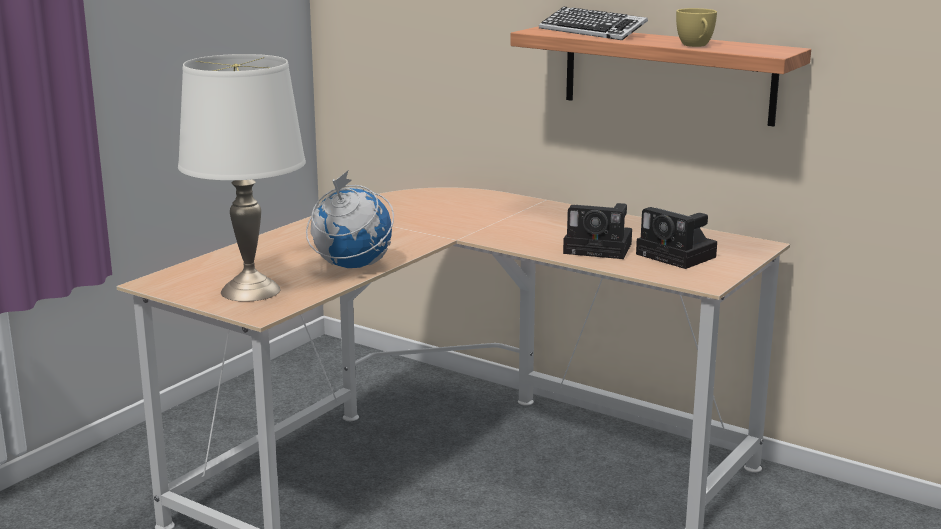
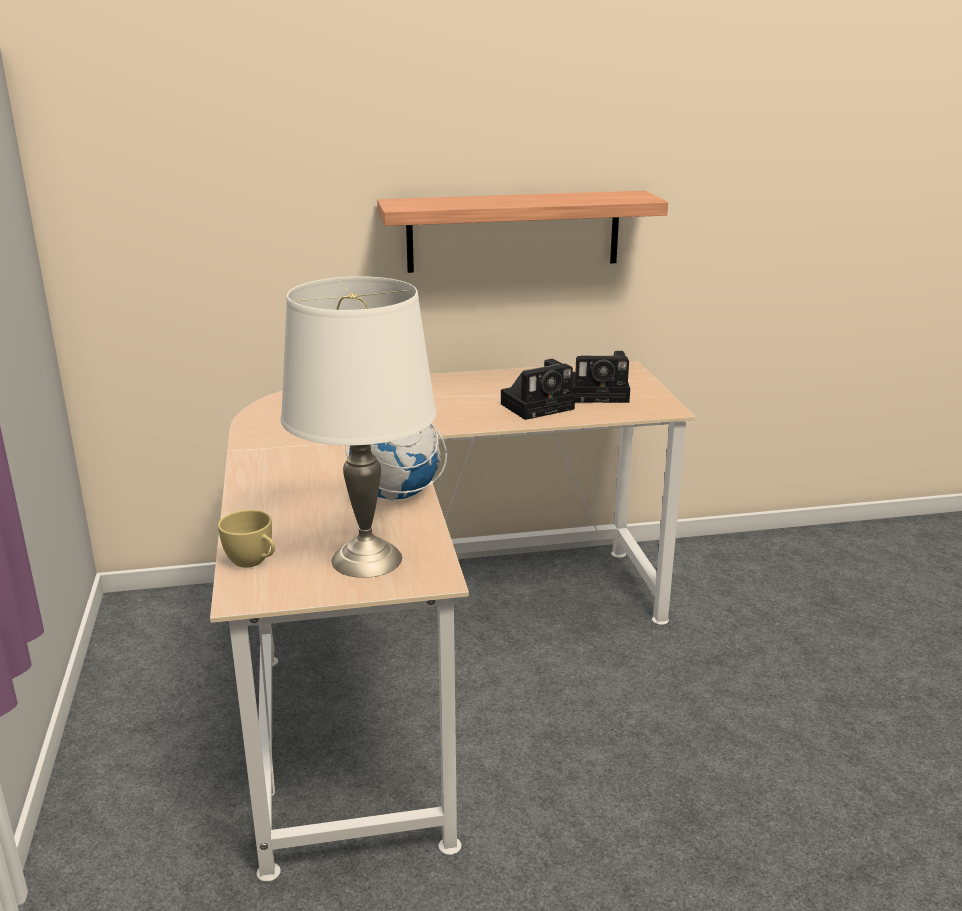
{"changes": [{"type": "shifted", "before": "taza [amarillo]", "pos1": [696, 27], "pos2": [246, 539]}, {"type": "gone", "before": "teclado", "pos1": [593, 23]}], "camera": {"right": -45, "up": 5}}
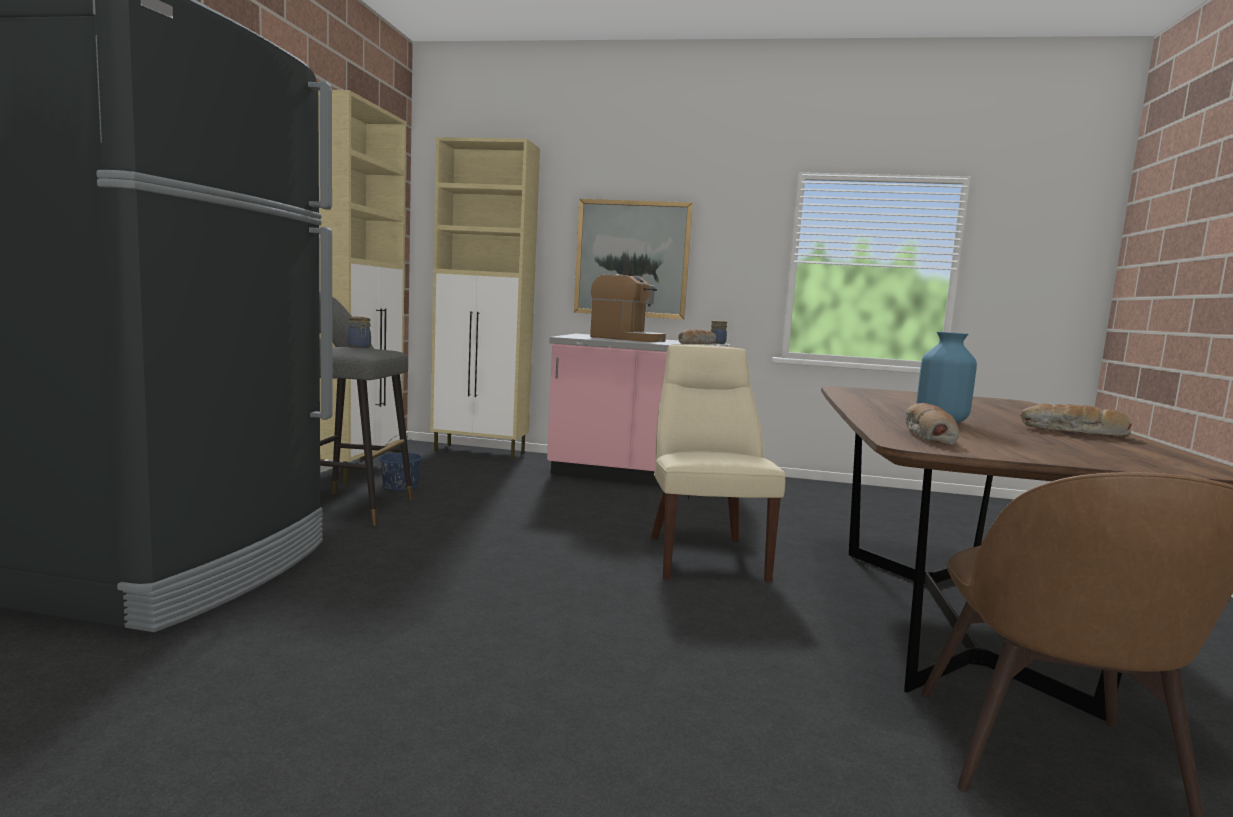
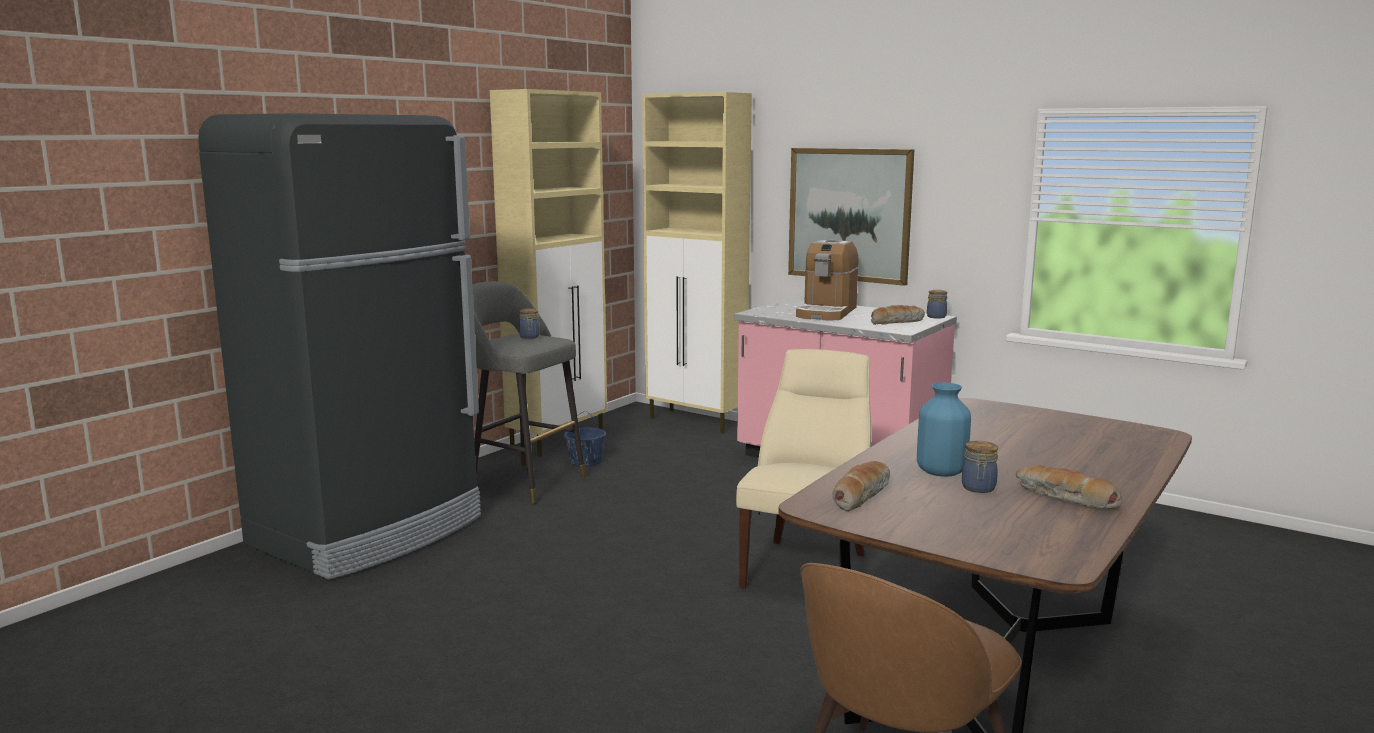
{"changes": [{"type": "rotated", "before": "cafetera", "pos1": [628, 308], "pos2": [827, 280], "turn": 60}, {"type": "new", "after": "tarro", "pos2": [980, 467]}], "camera": {"right": 25, "up": 5}}
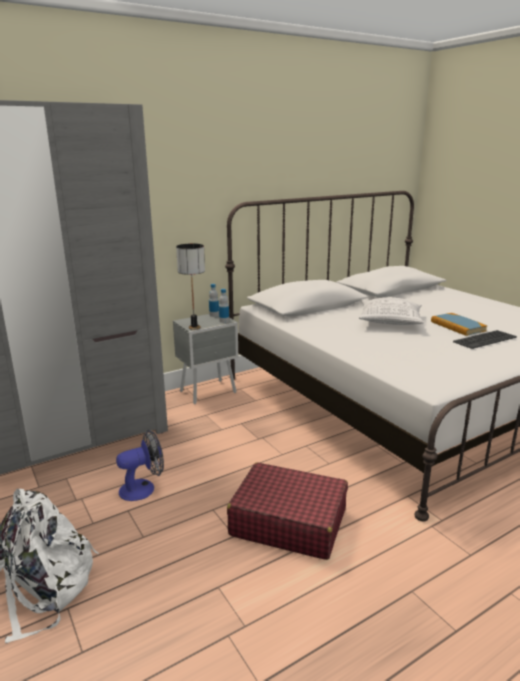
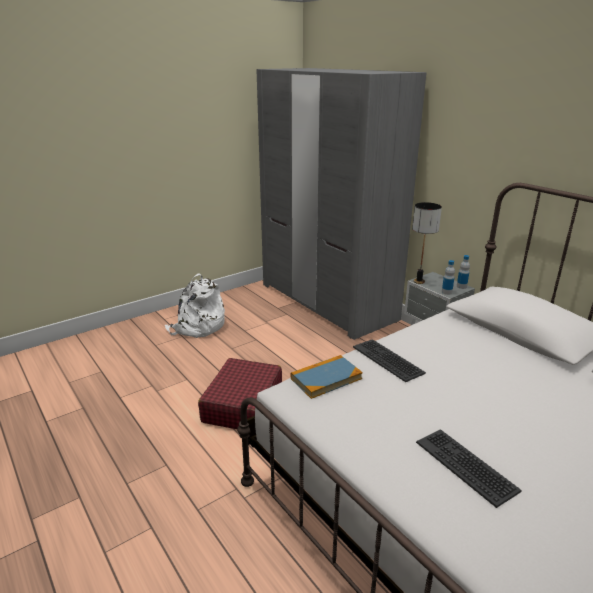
{"changes": [{"type": "shifted", "before": "libro", "pos1": [459, 324], "pos2": [327, 377]}, {"type": "new", "after": "teclado", "pos2": [389, 360]}, {"type": "gone", "before": "ventilador", "pos1": [140, 465]}, {"type": "gone", "before": "cojín", "pos1": [391, 311]}], "camera": {"right": 85, "up": 5}}
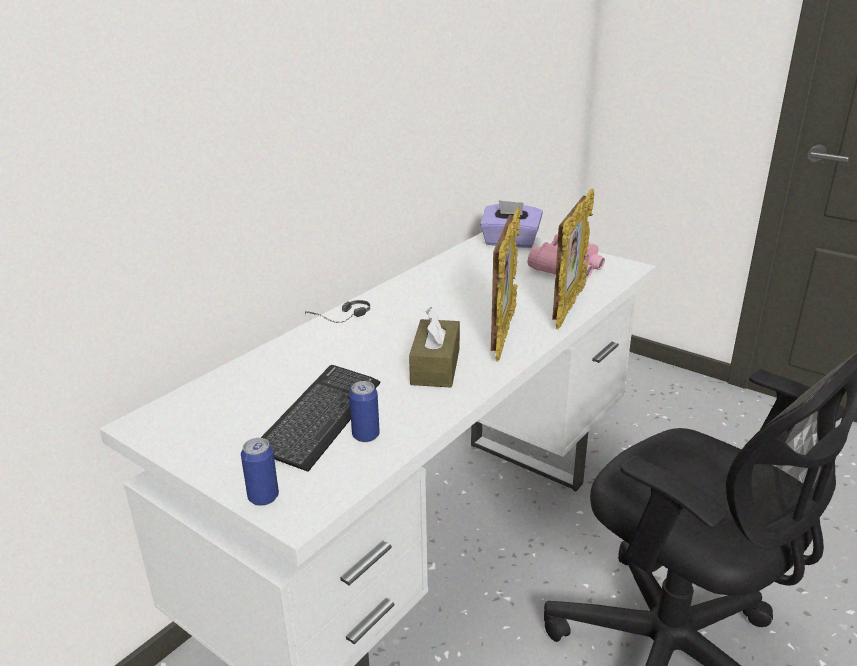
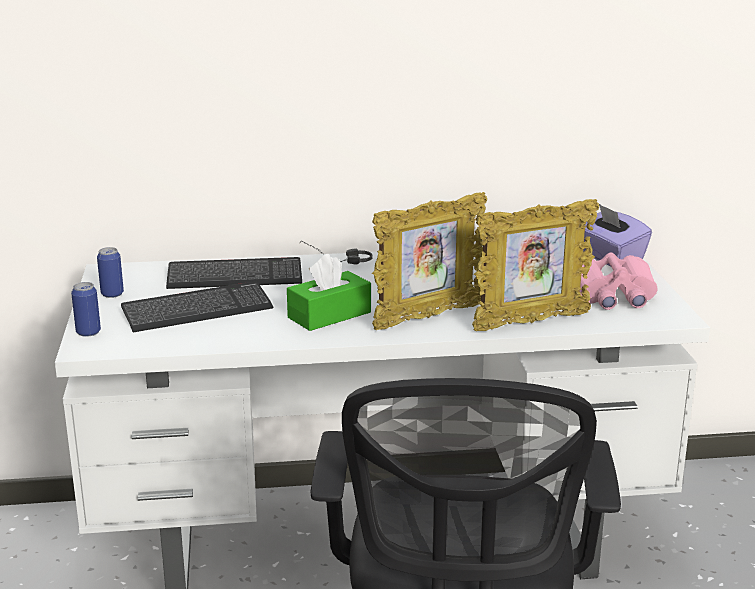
{"changes": [{"type": "shifted", "before": "lata", "pos1": [364, 411], "pos2": [110, 272]}, {"type": "new", "after": "teclado", "pos2": [234, 273]}, {"type": "repainted", "before": "caja de pañuelos [marrón]", "after": "caja de pañuelos [verde]", "pos1": [434, 347], "pos2": [329, 292]}], "camera": {"right": 45, "up": -5}}
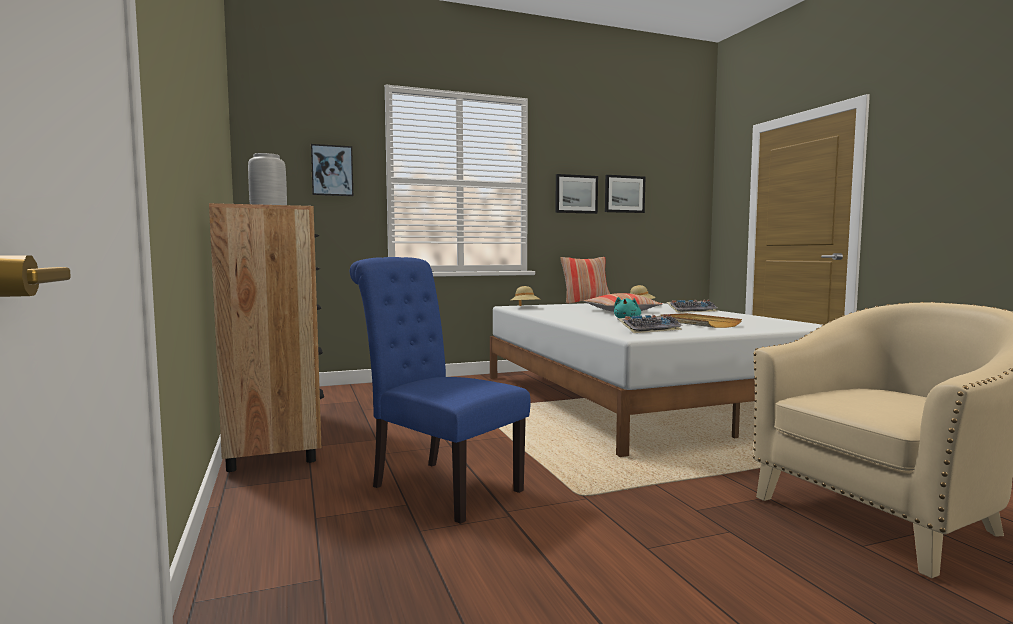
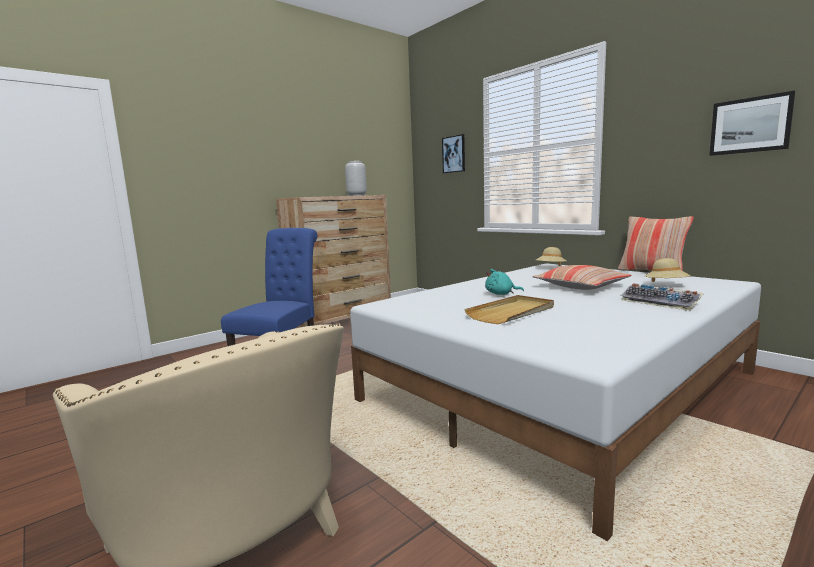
{"changes": [{"type": "gone", "before": "cuadro", "pos1": [576, 194]}, {"type": "gone", "before": "teclado", "pos1": [649, 323]}], "camera": {"right": 70, "up": 5}}
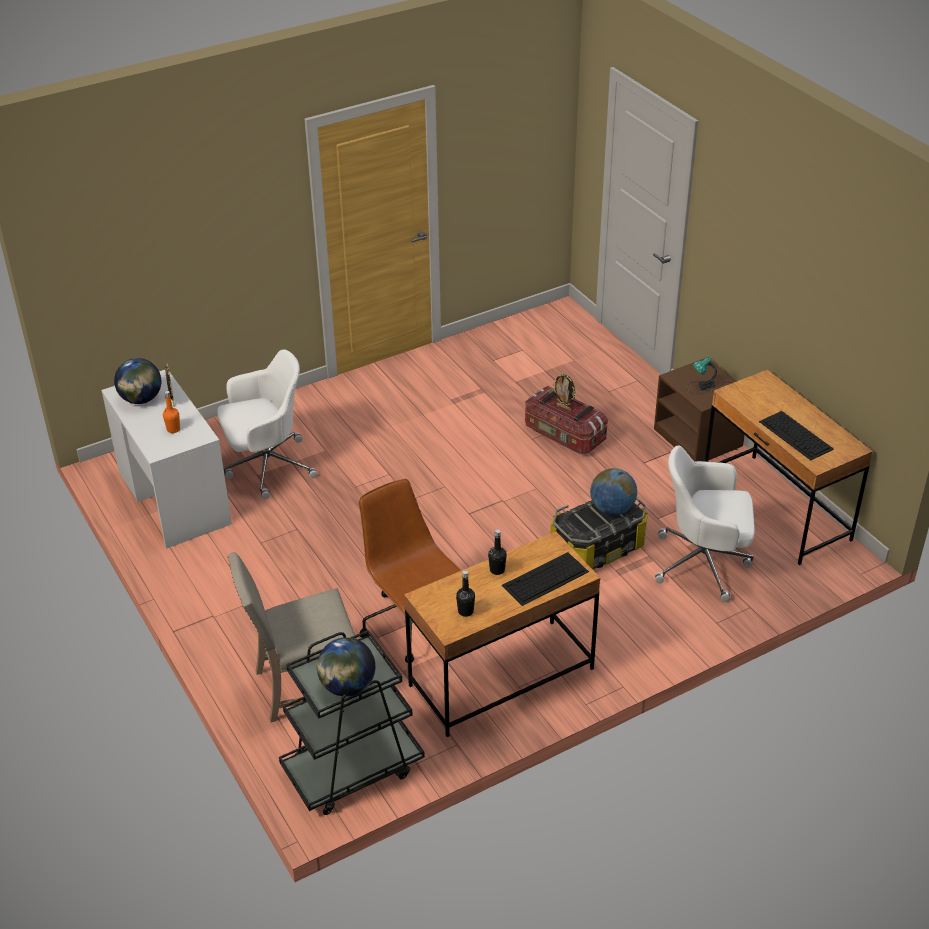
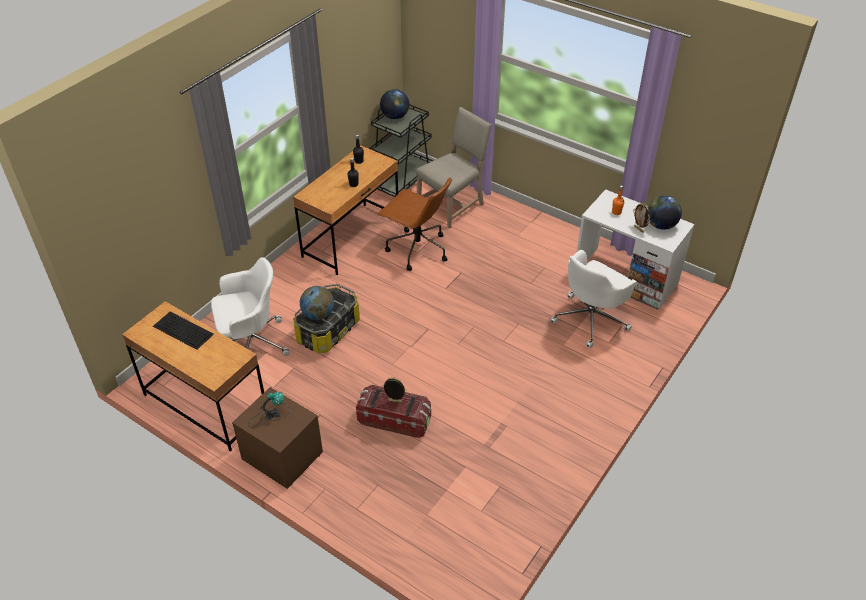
{"changes": [{"type": "gone", "before": "teclado", "pos1": [545, 579]}], "camera": {"right": 155, "up": 5}}
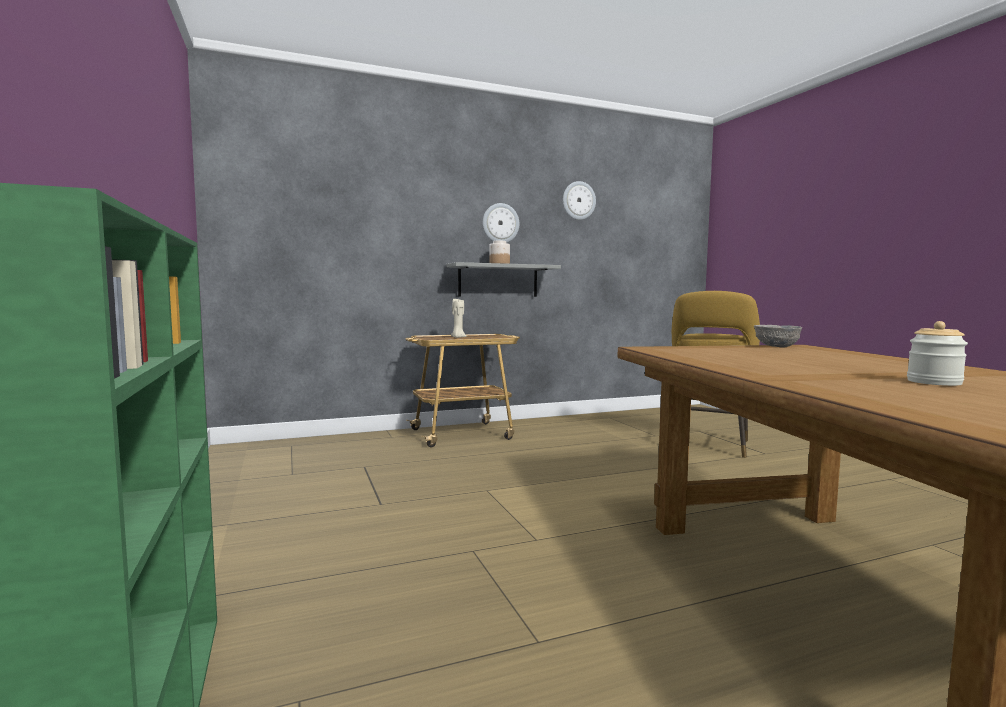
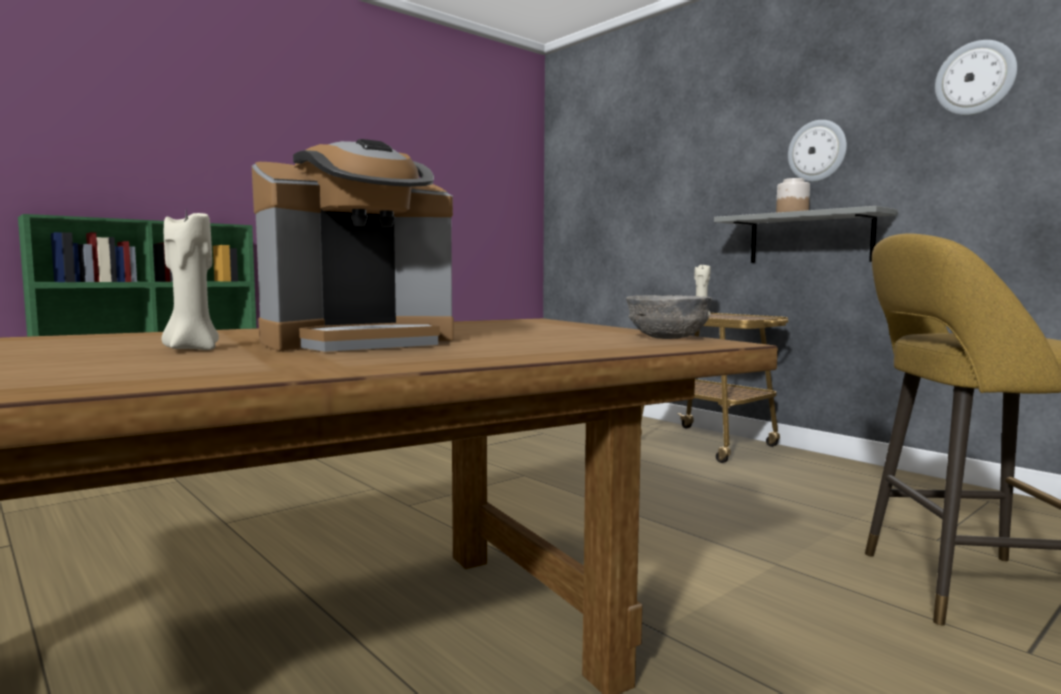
{"changes": [{"type": "swapped", "before": "tarro", "after": "vela [beis]", "pos1": [937, 353], "pos2": [190, 280]}, {"type": "new", "after": "cafetera", "pos2": [353, 245]}], "camera": {"right": 70, "up": 0}}
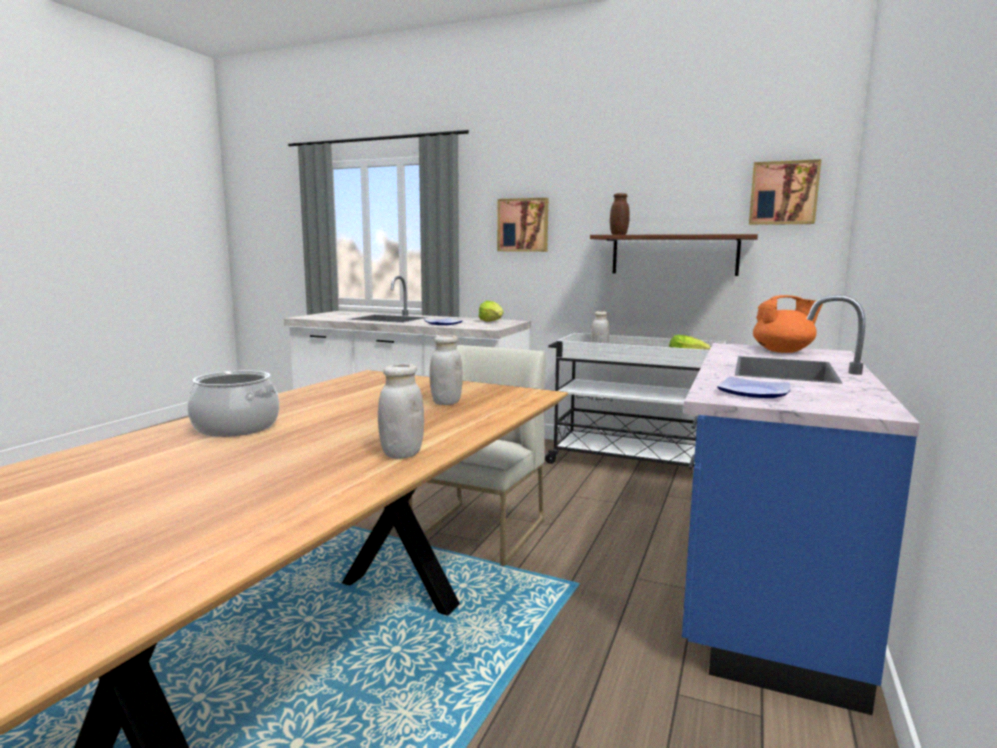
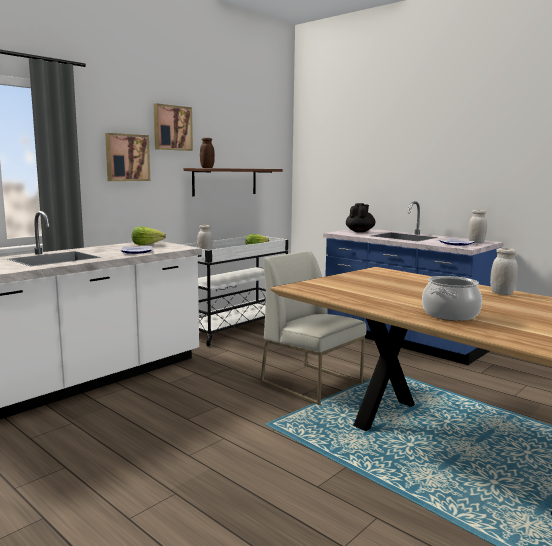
{"changes": [{"type": "shifted", "before": "cuadro", "pos1": [785, 192], "pos2": [173, 127]}, {"type": "repainted", "before": "tetera [naranja]", "after": "tetera [negro]", "pos1": [788, 324], "pos2": [360, 217]}, {"type": "shifted", "before": "tarro [blanco]", "pos1": [446, 370], "pos2": [477, 226]}], "camera": {"right": -70, "up": 0}}
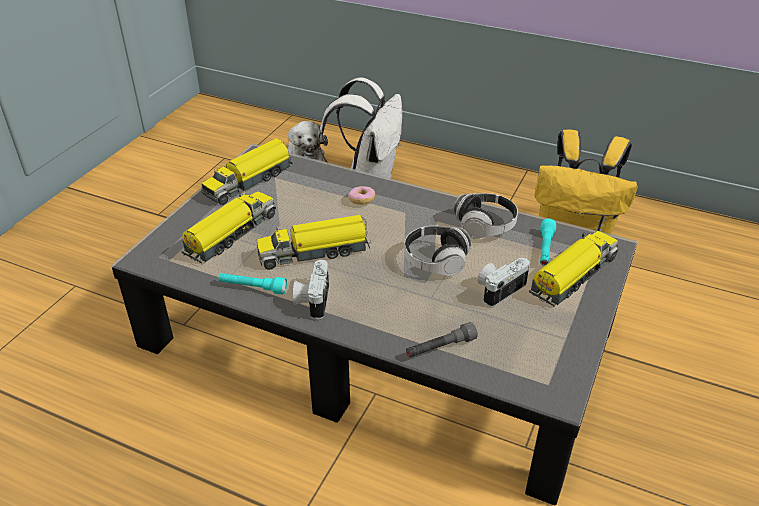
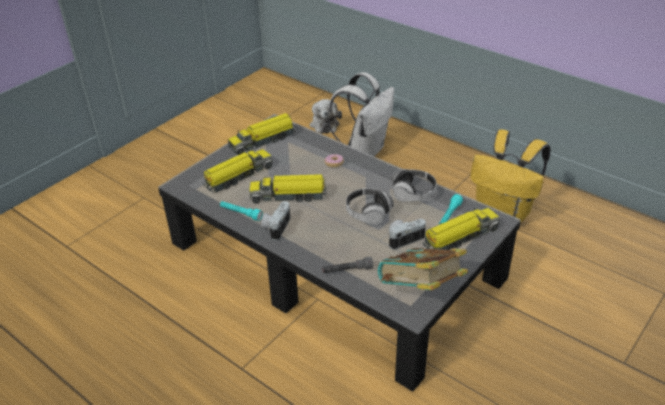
{"changes": [{"type": "new", "after": "libro", "pos2": [423, 269]}], "camera": {"right": 15, "up": 0}}
